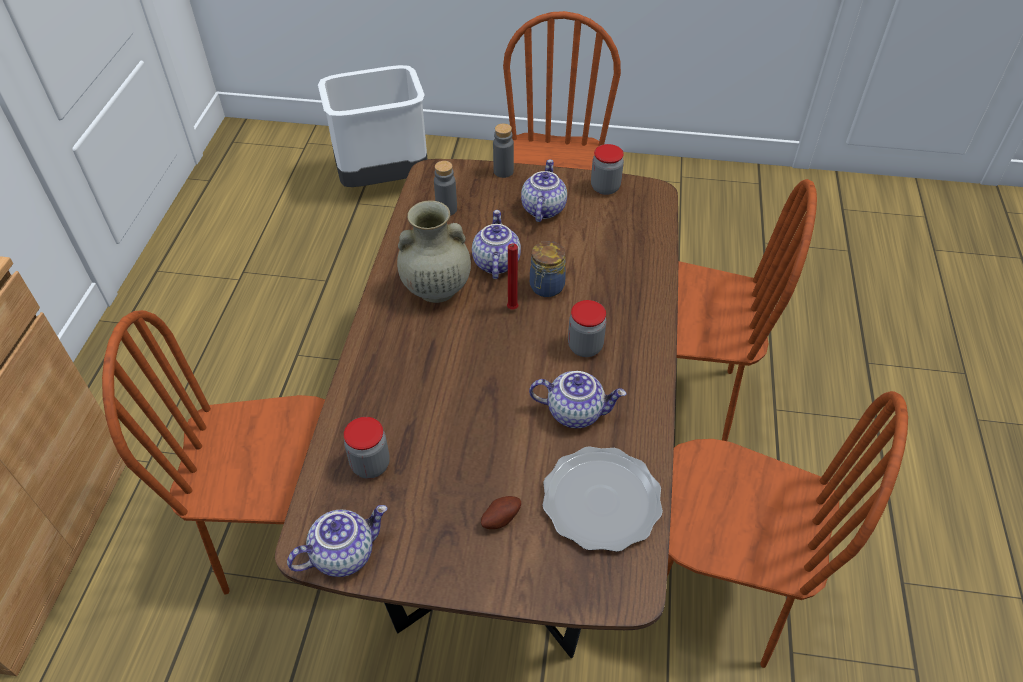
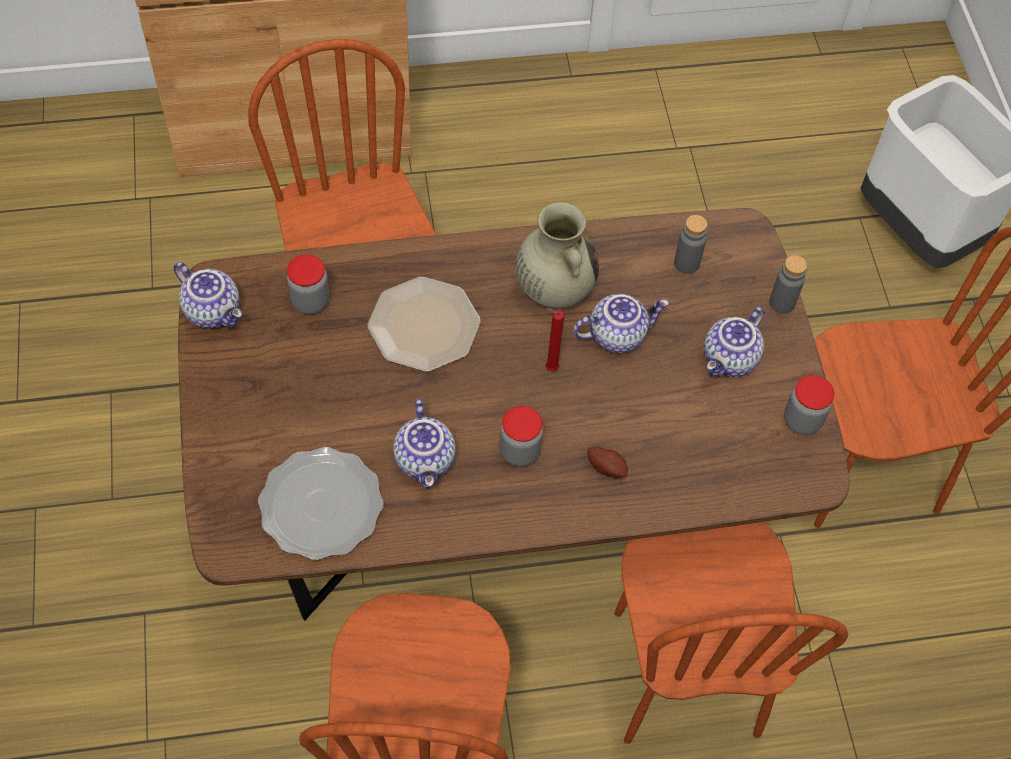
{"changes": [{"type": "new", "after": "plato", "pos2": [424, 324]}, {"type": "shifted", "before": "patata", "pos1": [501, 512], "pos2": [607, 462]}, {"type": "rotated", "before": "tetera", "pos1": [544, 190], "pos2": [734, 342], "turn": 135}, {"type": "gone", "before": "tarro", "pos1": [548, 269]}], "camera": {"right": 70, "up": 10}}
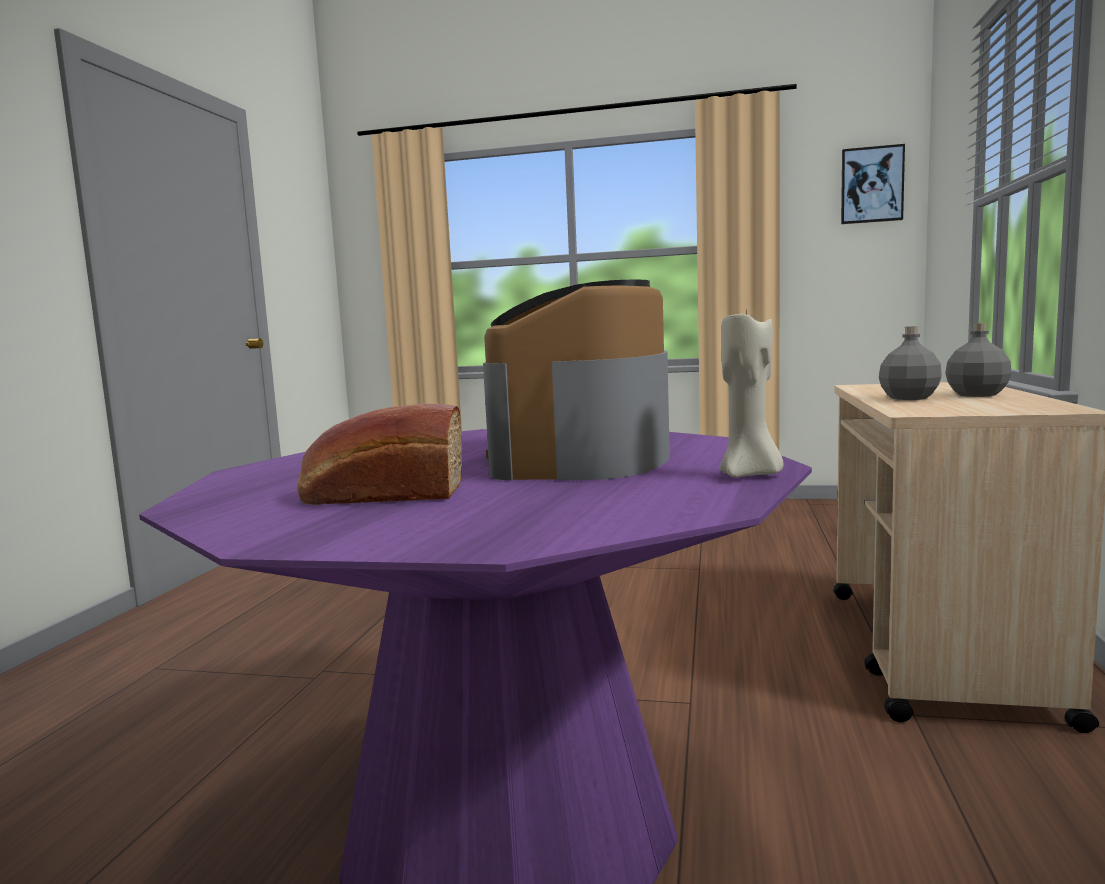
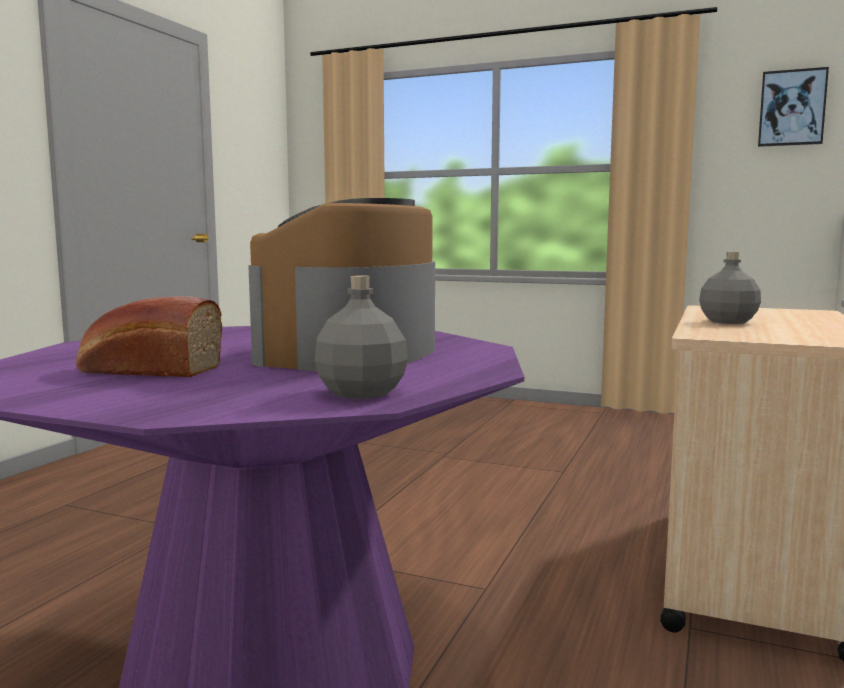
{"changes": [{"type": "shifted", "before": "botella [gris]", "pos1": [978, 360], "pos2": [361, 337]}, {"type": "gone", "before": "vela [beis]", "pos1": [751, 394]}], "camera": {"right": 10, "up": 0}}
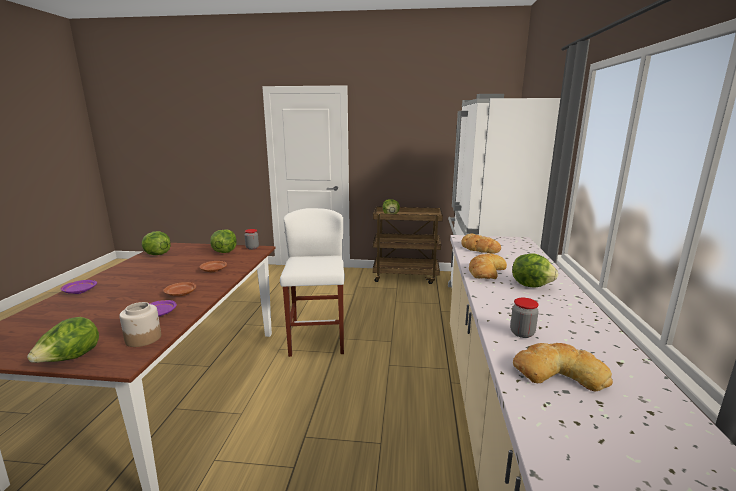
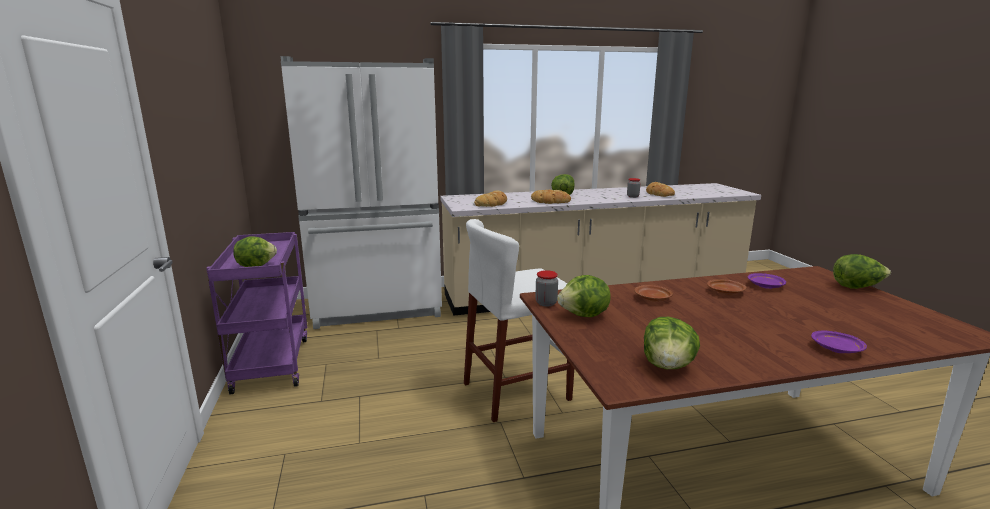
{"changes": [{"type": "repainted", "before": "carrito [marrón]", "after": "carrito [morado]", "pos1": [408, 245], "pos2": [257, 313]}, {"type": "gone", "before": "tarro", "pos1": [140, 324]}], "camera": {"right": -110, "up": 0}}
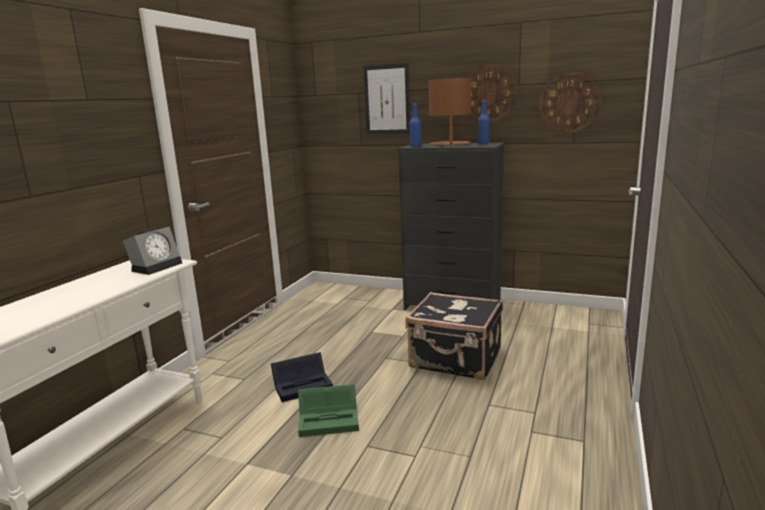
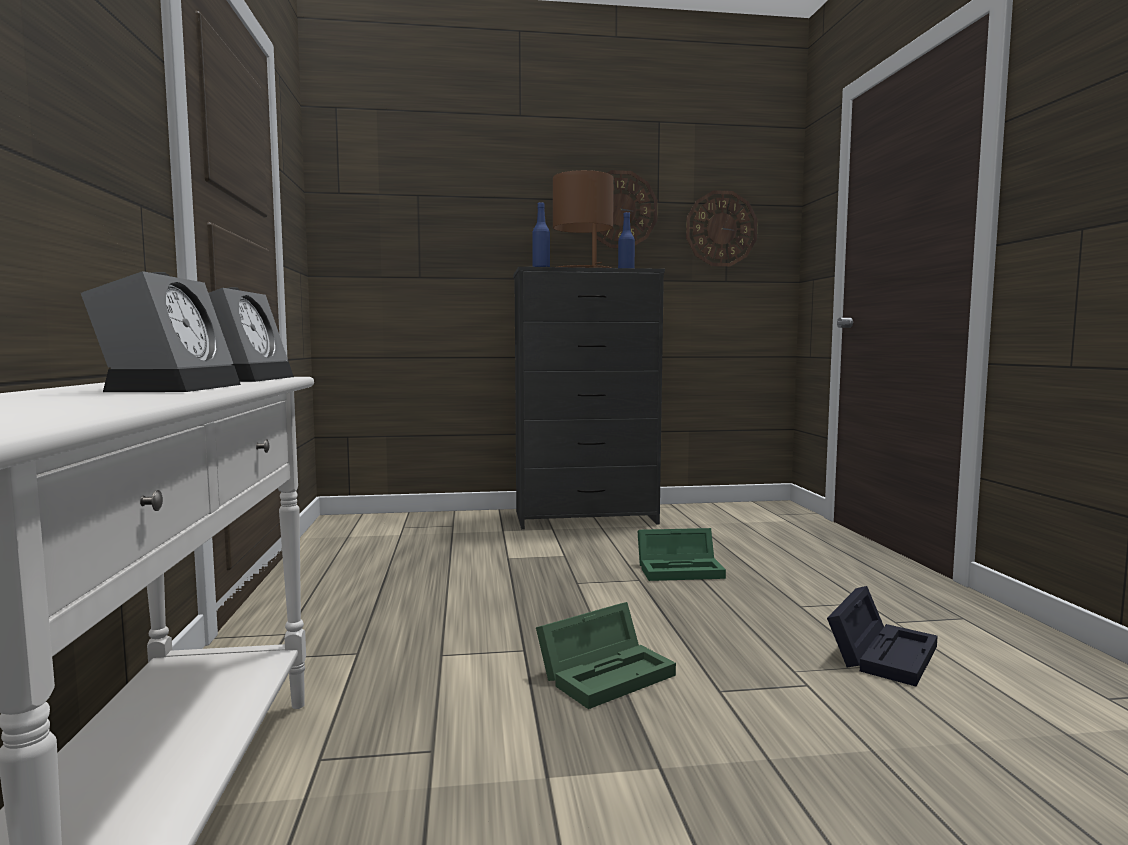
{"changes": [{"type": "new", "after": "despertador", "pos2": [161, 331]}, {"type": "swapped", "before": "maleta [negro]", "after": "caja de almacenaje [verde]", "pos1": [454, 336], "pos2": [681, 554]}, {"type": "shifted", "before": "caja de almacenaje [negro]", "pos1": [302, 377], "pos2": [882, 636]}, {"type": "gone", "before": "cuadro", "pos1": [386, 99]}], "camera": {"right": -30, "up": -10}}
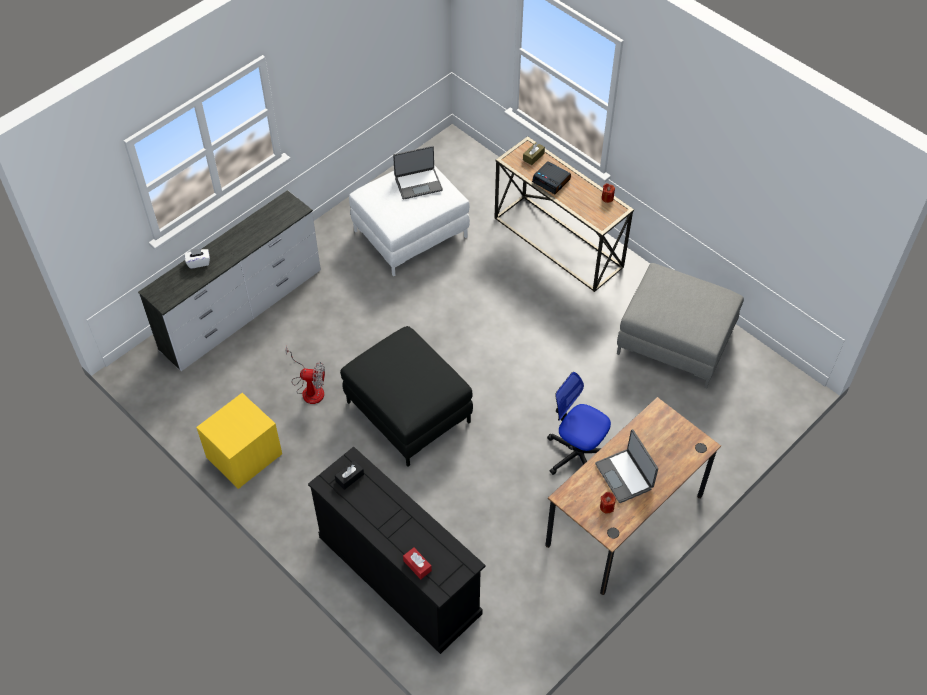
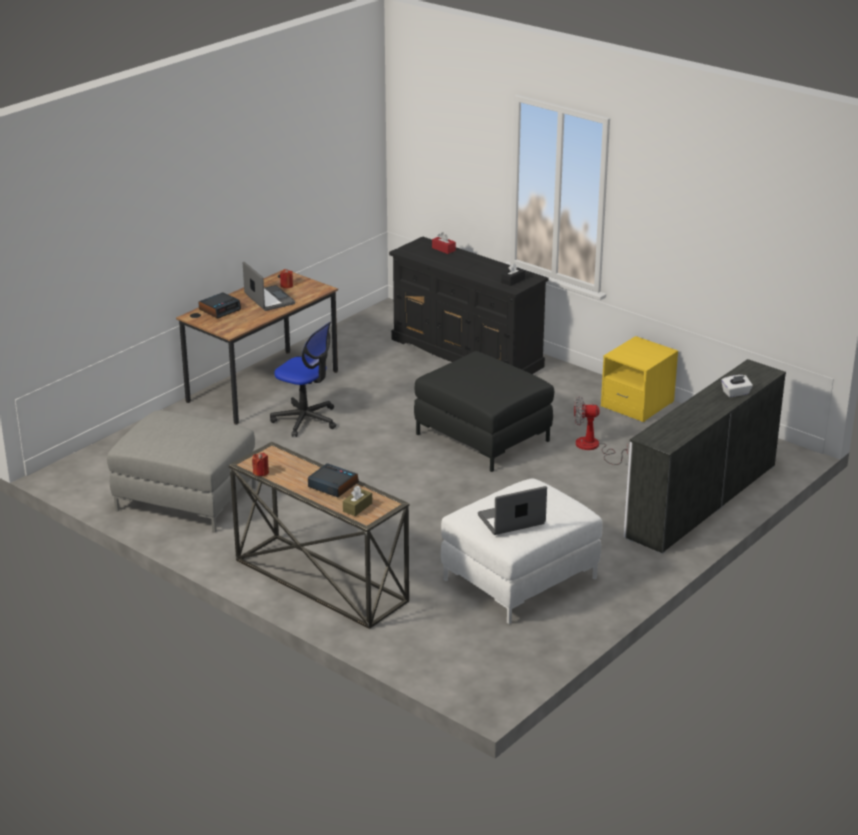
{"changes": [{"type": "new", "after": "despertador", "pos2": [219, 305]}], "camera": {"right": 175, "up": -25}}
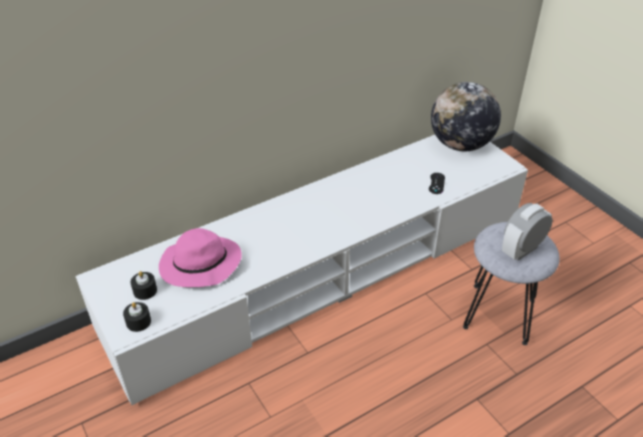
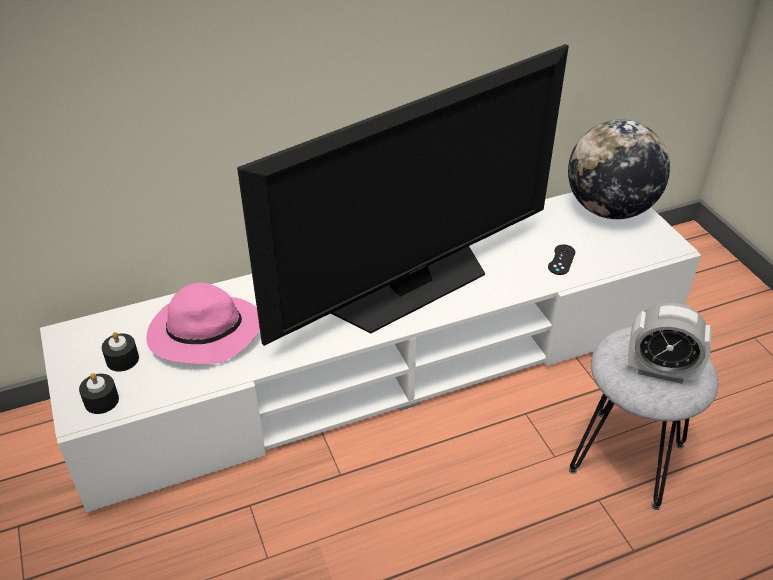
{"changes": [{"type": "new", "after": "televisor", "pos2": [403, 195]}, {"type": "rotated", "before": "despertador", "pos1": [527, 232], "pos2": [670, 343], "turn": -135}], "camera": {"right": 10, "up": 0}}
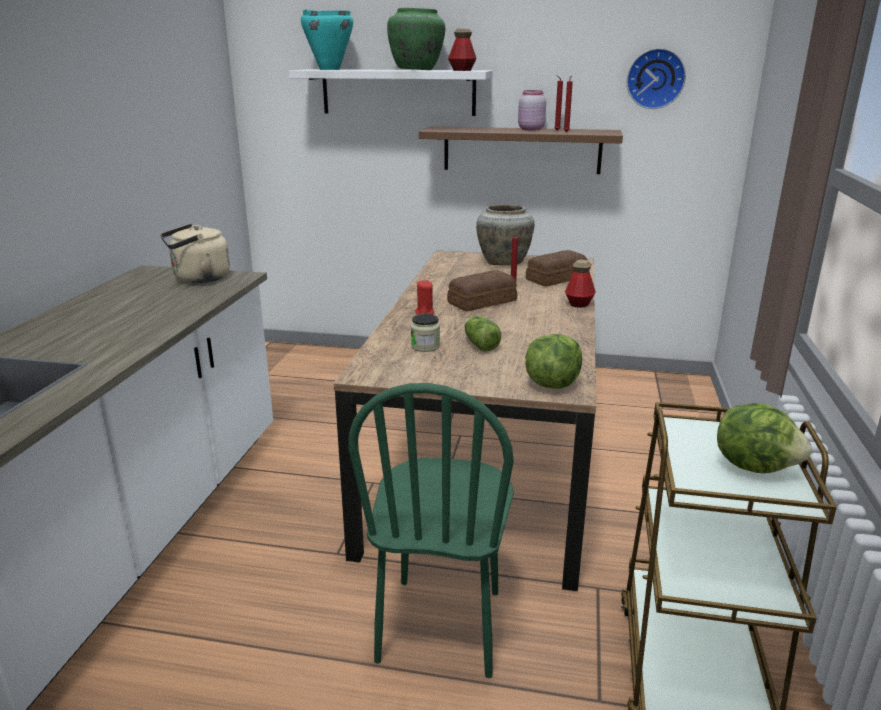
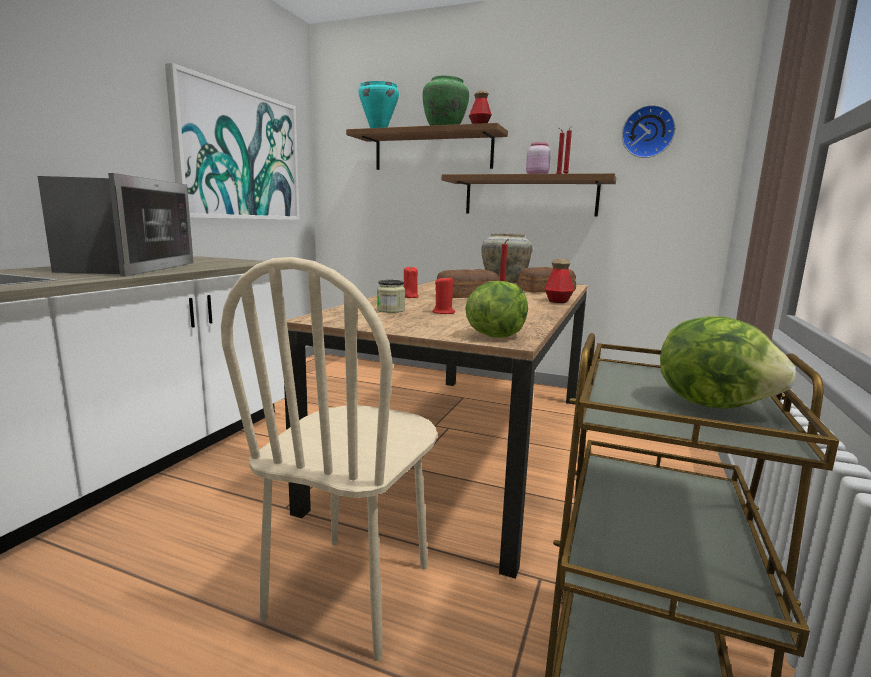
{"changes": [{"type": "new", "after": "microondas", "pos2": [116, 224]}, {"type": "new", "after": "cuadro", "pos2": [232, 141]}, {"type": "repainted", "before": "silla [verde]", "after": "silla [beis]", "pos1": [431, 530], "pos2": [329, 459]}, {"type": "repainted", "before": "estante [blanco]", "after": "estante [marrón]", "pos1": [391, 92], "pos2": [427, 146]}, {"type": "swapped", "before": "lechuga", "after": "vela [rojo]", "pos1": [482, 334], "pos2": [443, 295]}, {"type": "gone", "before": "hervidor [beis]", "pos1": [195, 253]}], "camera": {"right": 10, "up": -10}}
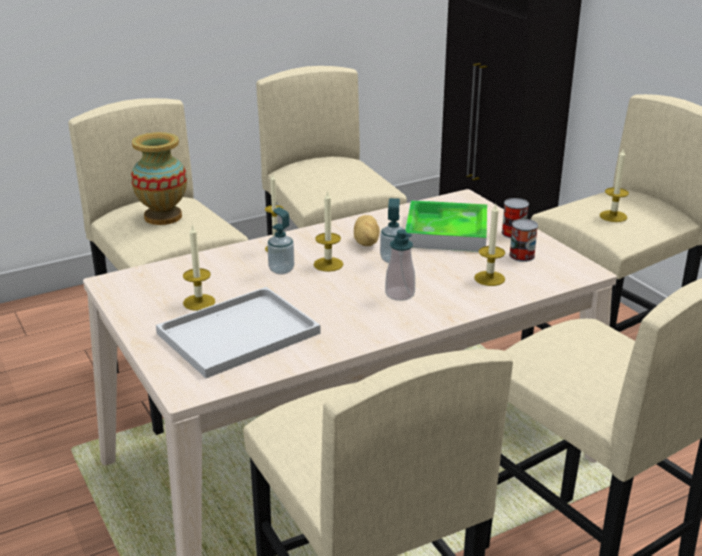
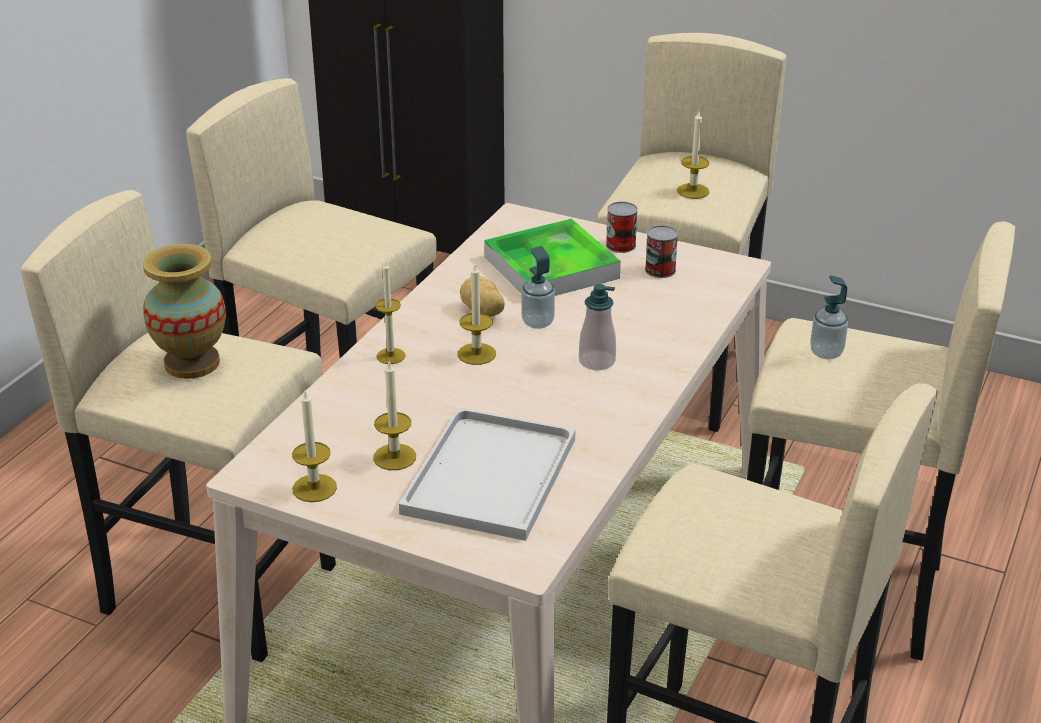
{"changes": [{"type": "shifted", "before": "vela", "pos1": [489, 245], "pos2": [314, 446]}, {"type": "shifted", "before": "dispensador de jabón", "pos1": [280, 240], "pos2": [829, 317]}], "camera": {"right": -35, "up": 5}}
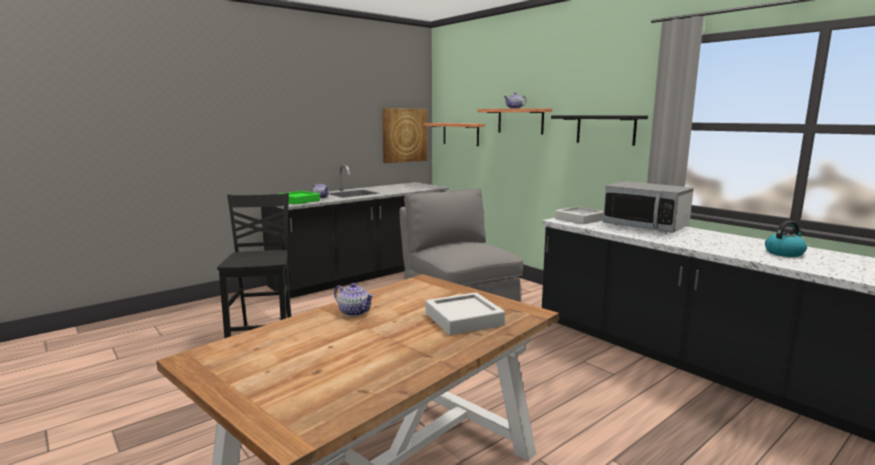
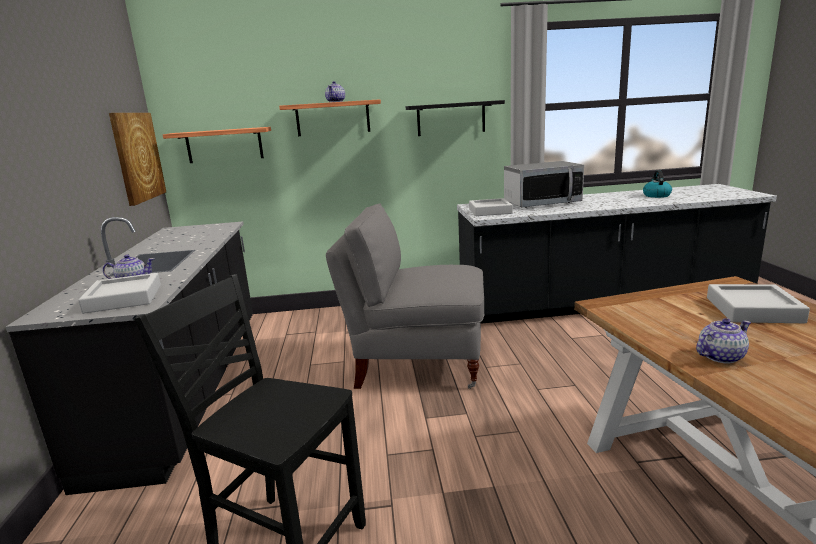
{"changes": [{"type": "repainted", "before": "bandeja [verde]", "after": "bandeja [gris]", "pos1": [300, 198], "pos2": [119, 293]}], "camera": {"right": -55, "up": 5}}
